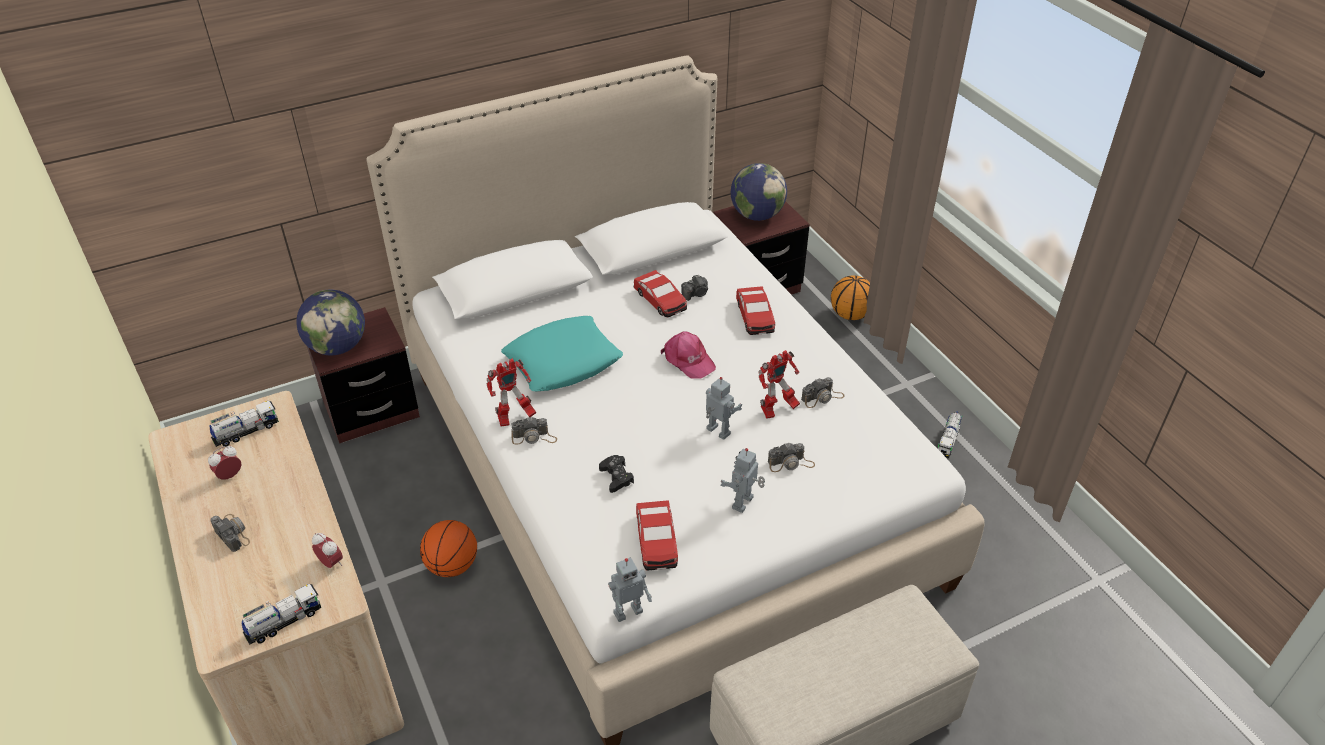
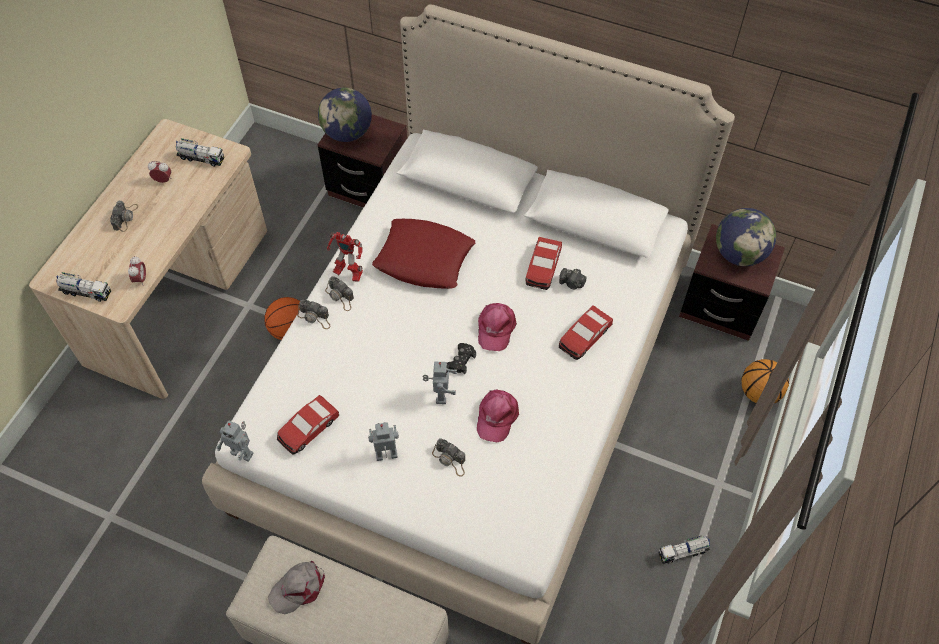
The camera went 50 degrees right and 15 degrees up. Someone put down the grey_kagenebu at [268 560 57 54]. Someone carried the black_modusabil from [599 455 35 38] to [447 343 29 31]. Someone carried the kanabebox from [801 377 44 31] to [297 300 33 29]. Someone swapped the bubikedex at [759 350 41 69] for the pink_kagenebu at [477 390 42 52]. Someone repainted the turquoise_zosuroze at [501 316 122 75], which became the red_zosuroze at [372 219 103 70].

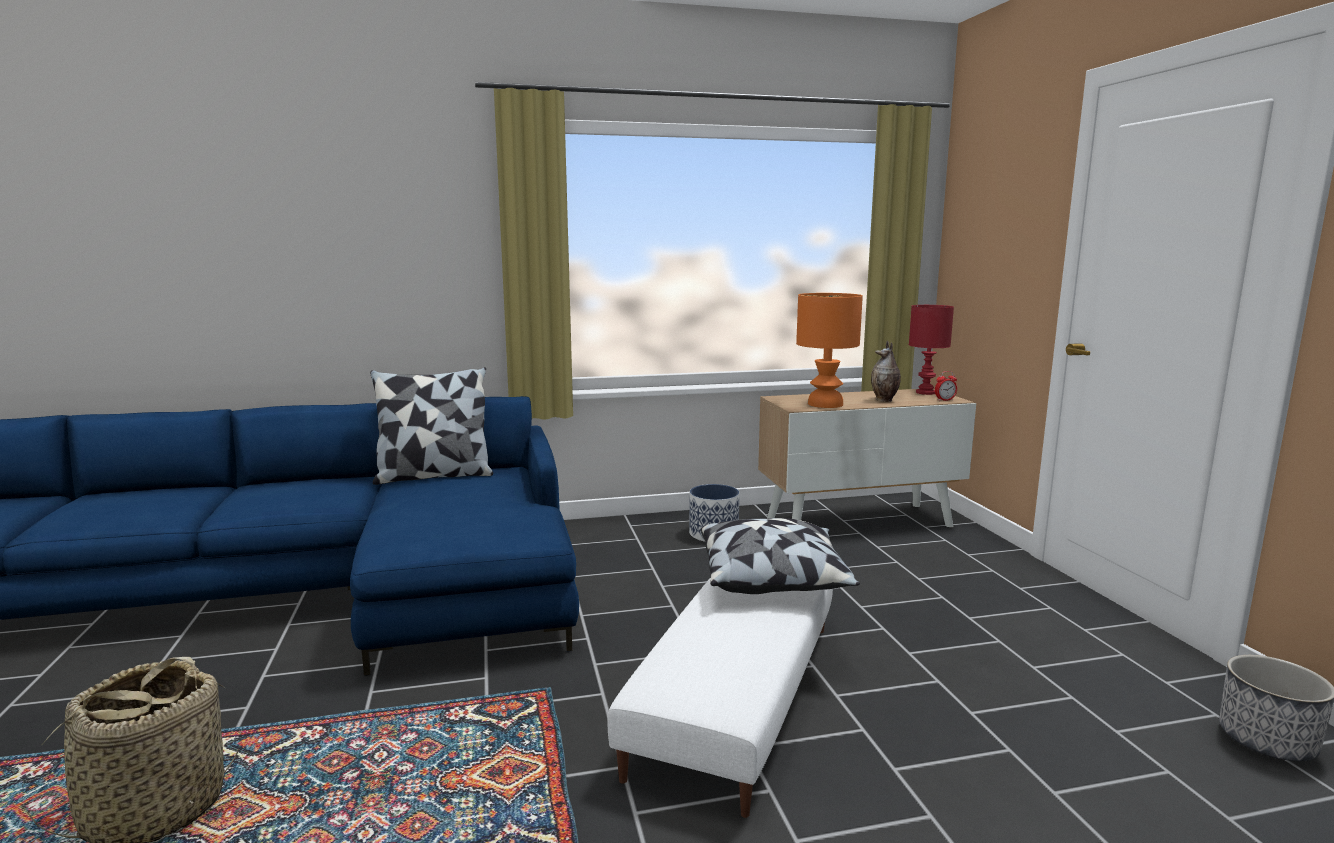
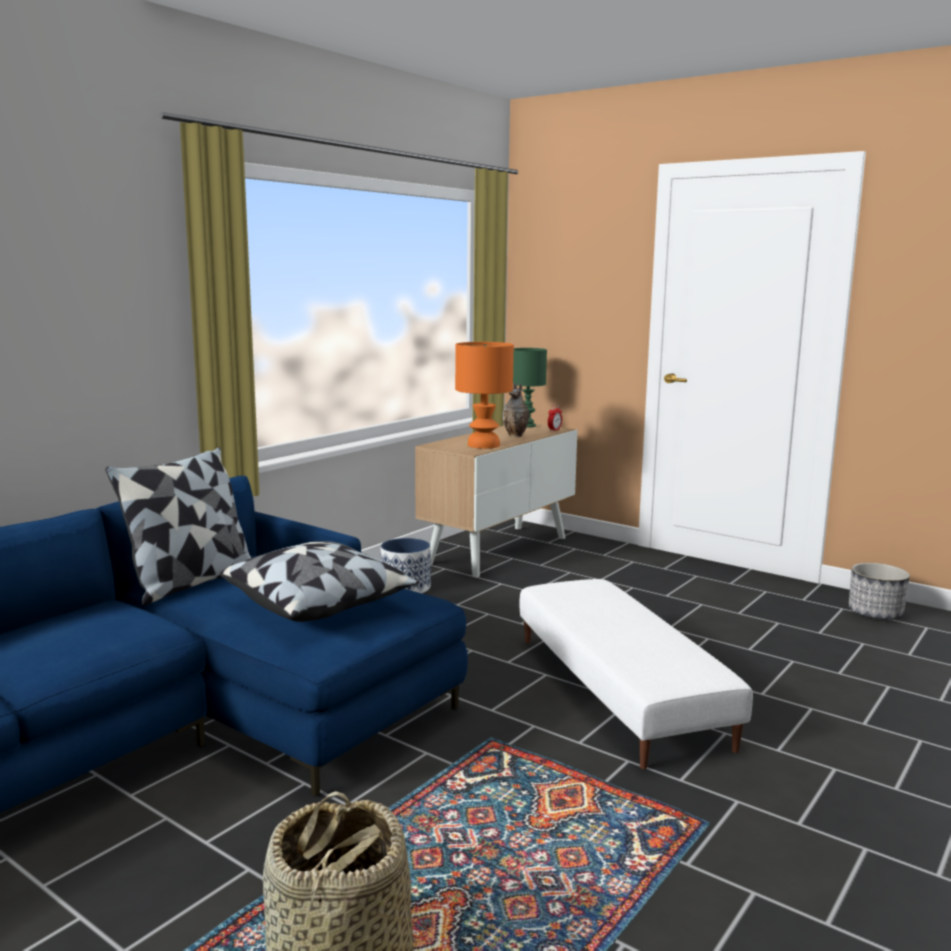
The camera went 40 degrees left and 0 degrees up. Someone carried the zosuroze from [701 518 159 76] to [220 541 199 81]. Someone repainted the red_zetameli at [909 305 45 90], which became the green_zetameli at [513 348 34 80].

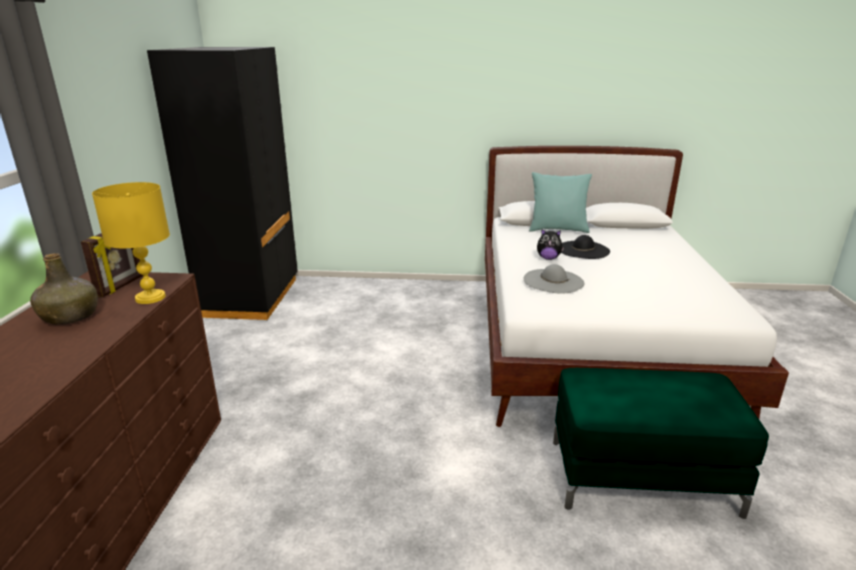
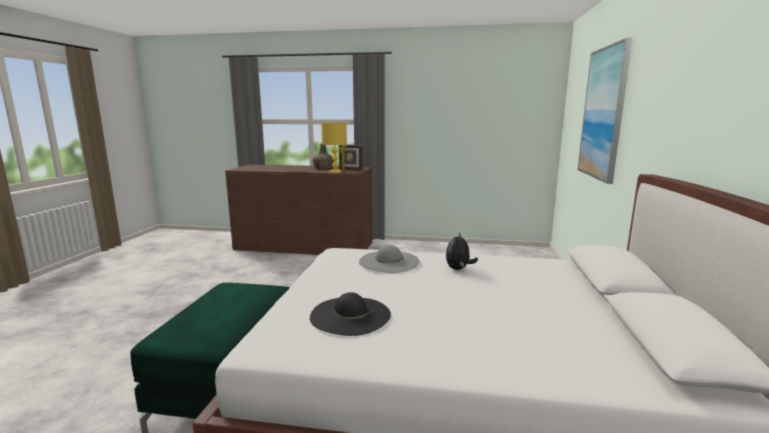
The camera went 95 degrees right and 10 degrees down. Someone took away the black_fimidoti at [147 47 151 273]. Someone took away the turquoise_zosuroze at [529 172 63 61]. Someone put up the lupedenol at [578 37 55 147]. Someone carried the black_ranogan from [561 235 49 24] to [310 292 81 44].

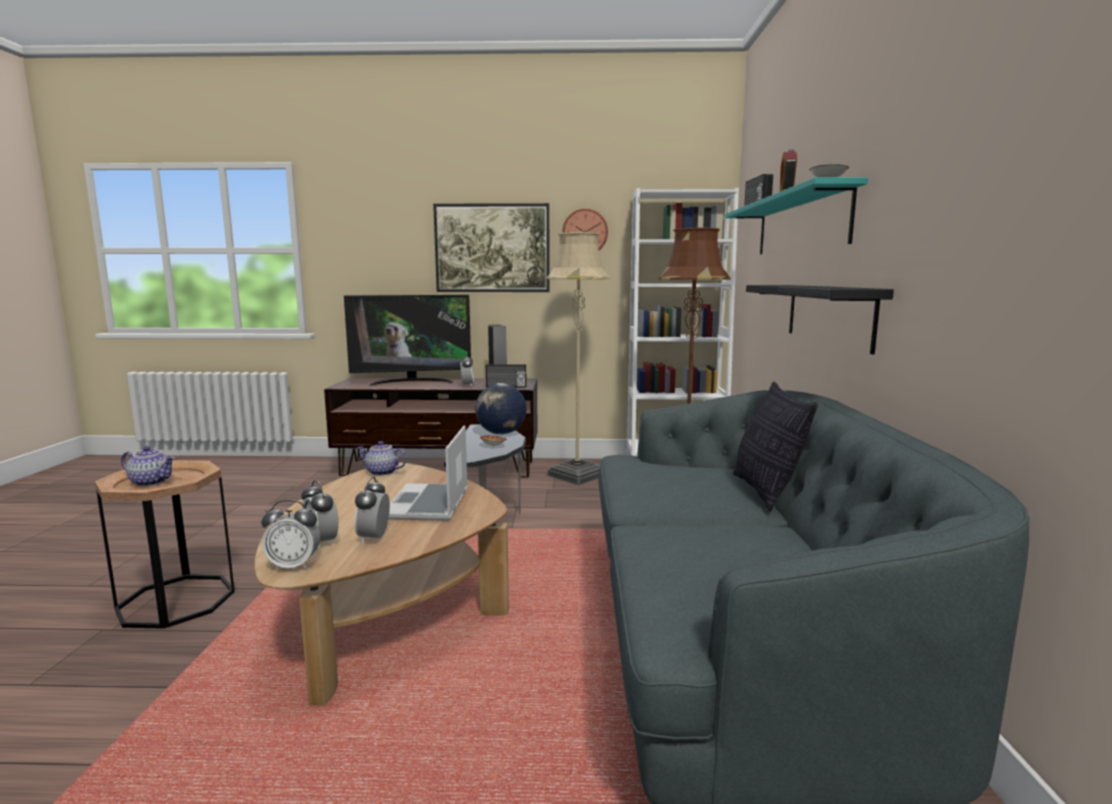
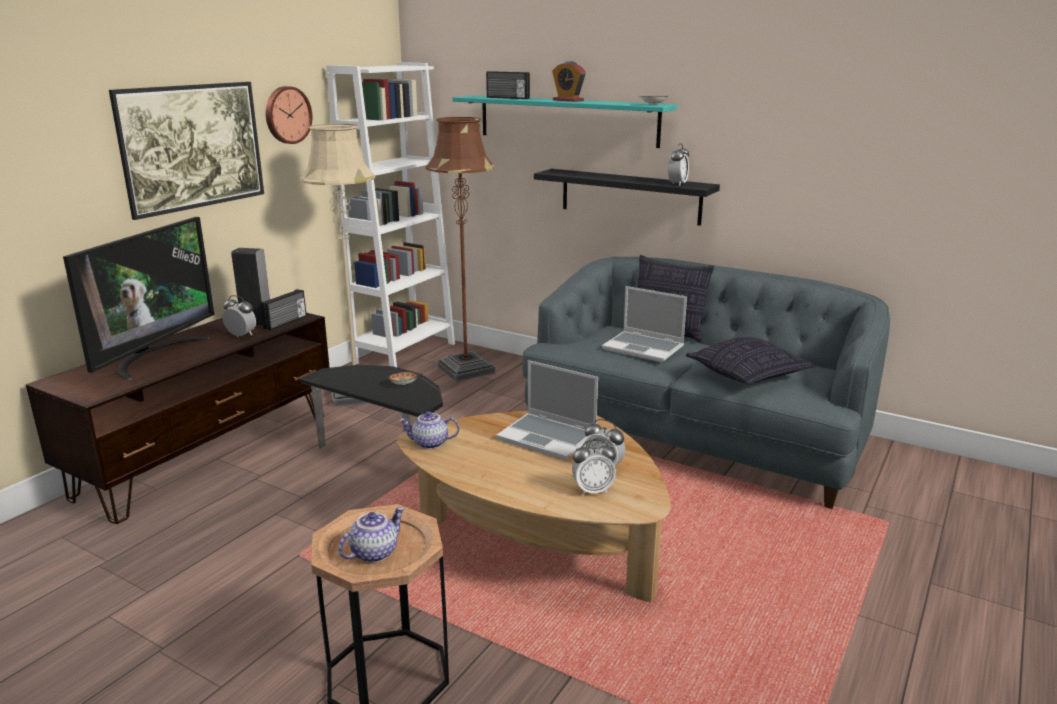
The camera went 60 degrees left and 10 degrees up. Someone took away the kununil at [475 383 52 52]. Someone put down the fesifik at [602 286 85 76]. Someone put down the zosuroze at [686 337 129 47]. Someone carried the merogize from [261 500 59 70] to [668 143 21 43]. Someone rotated the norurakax at [358 441 49 35] by 45 degrees clockwise.

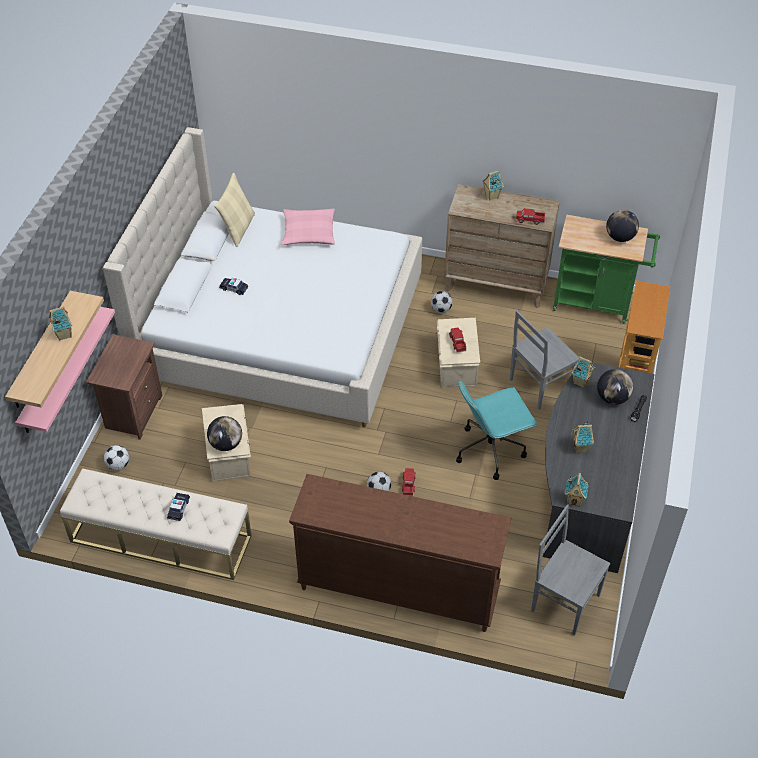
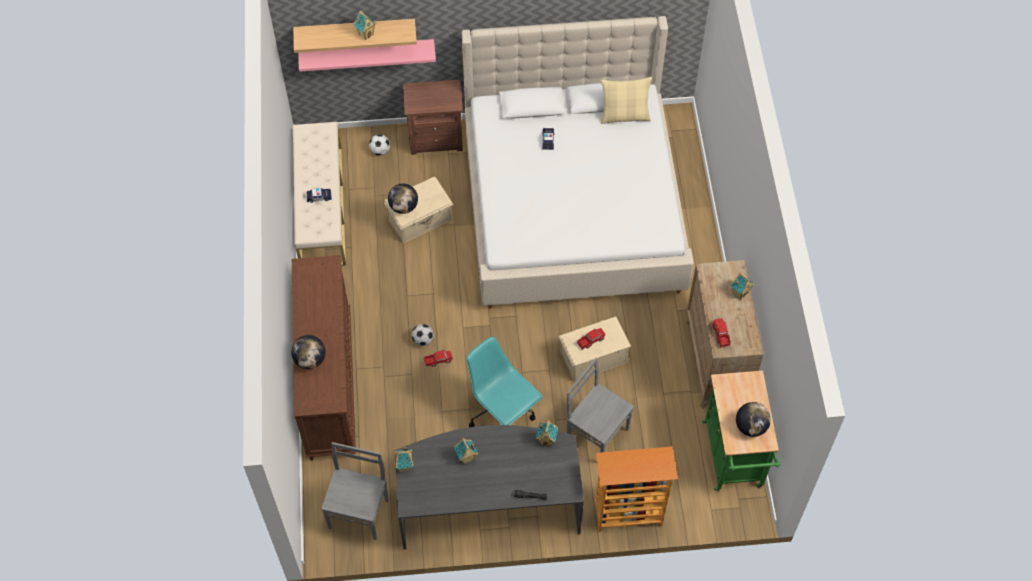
The camera went 70 degrees right and 10 degrees up. Someone took away the pink_zosuroze at [281 209 54 36]. Someone took away the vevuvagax at [431 291 21 22]. Someone carried the kununil from [597 369 36 36] to [291 335 35 34].

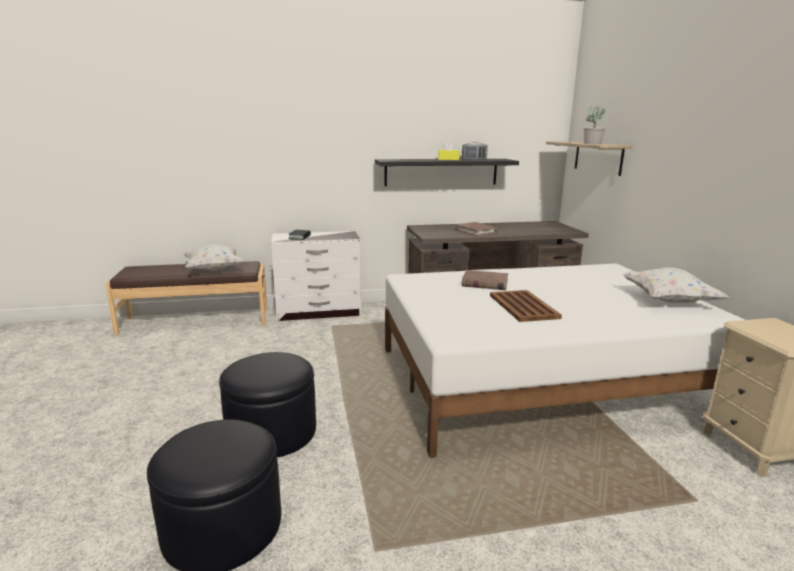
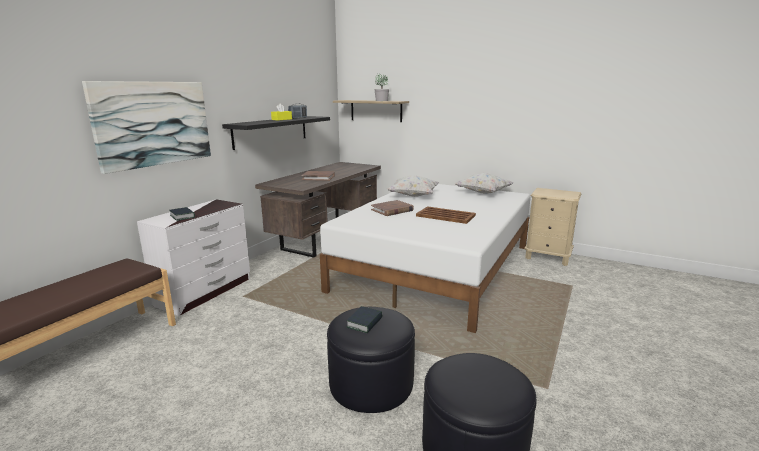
The camera went 50 degrees left and 0 degrees up. Someone put up the lupedenol at [82 81 129 93]. Someone put down the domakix at [346 306 36 27]. Someone carried the white_zosuroze from [183 244 61 26] to [387 175 52 22].

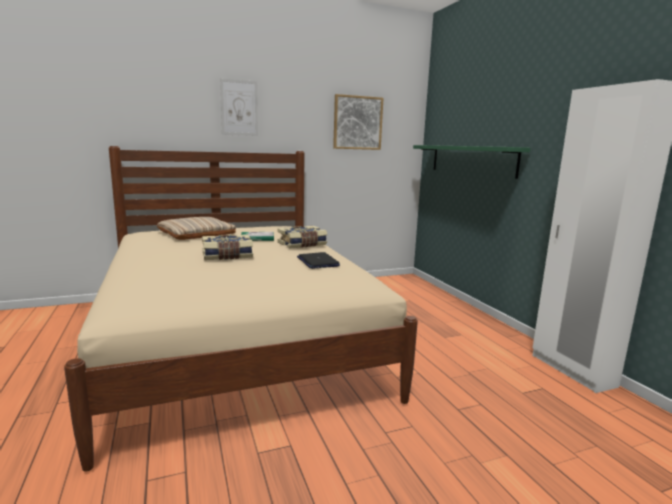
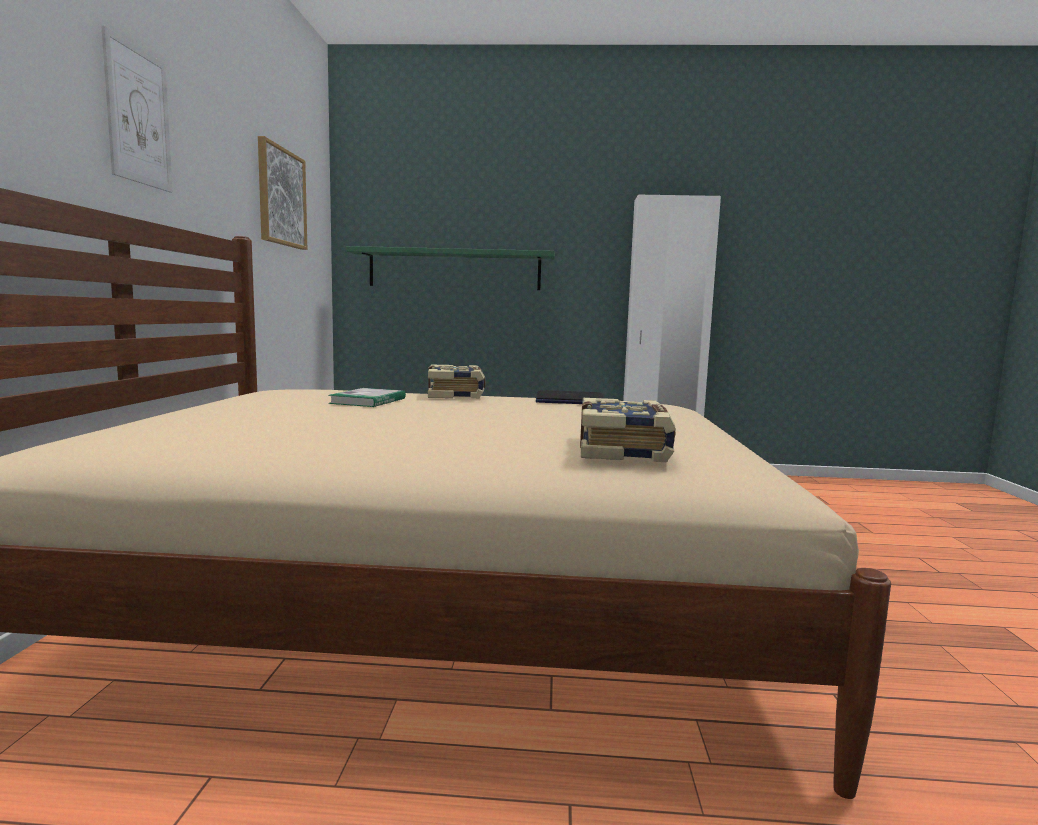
The camera went 65 degrees left and 5 degrees down. Someone took away the beige_zosuroze at [157 217 79 23]. Someone carried the domakix from [202 235 51 25] to [580 398 96 64].

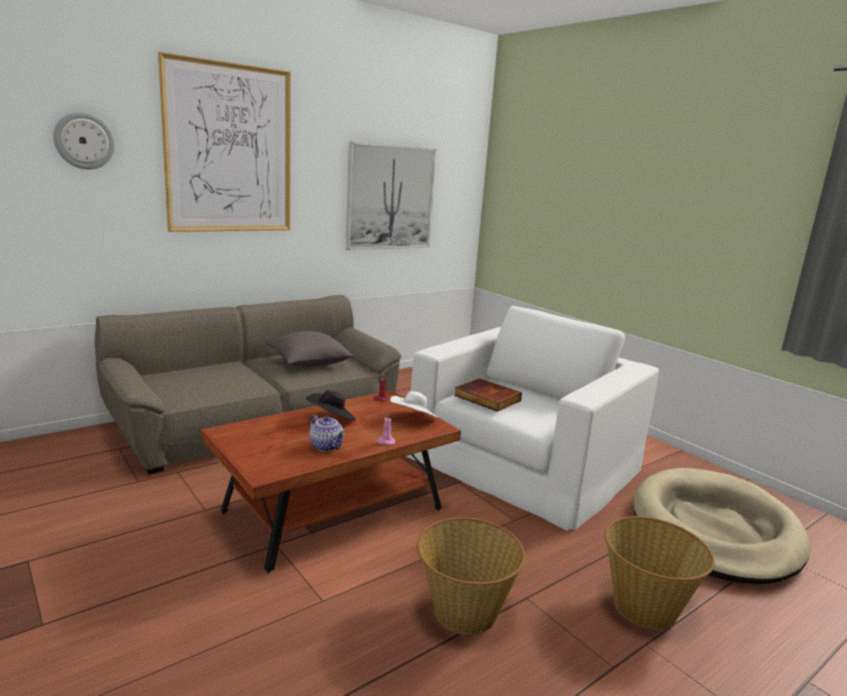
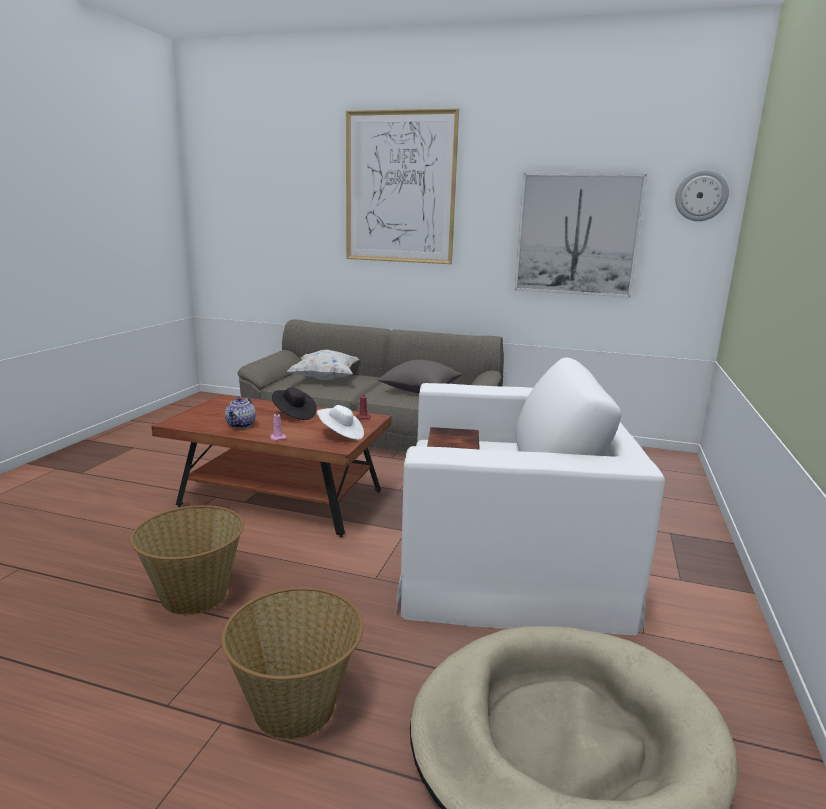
The camera went 55 degrees right and 0 degrees up. Someone put down the white_zosuroze at [287 350 72 30]. Someone carried the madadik from [53 112 62 57] to [675 170 54 51].

